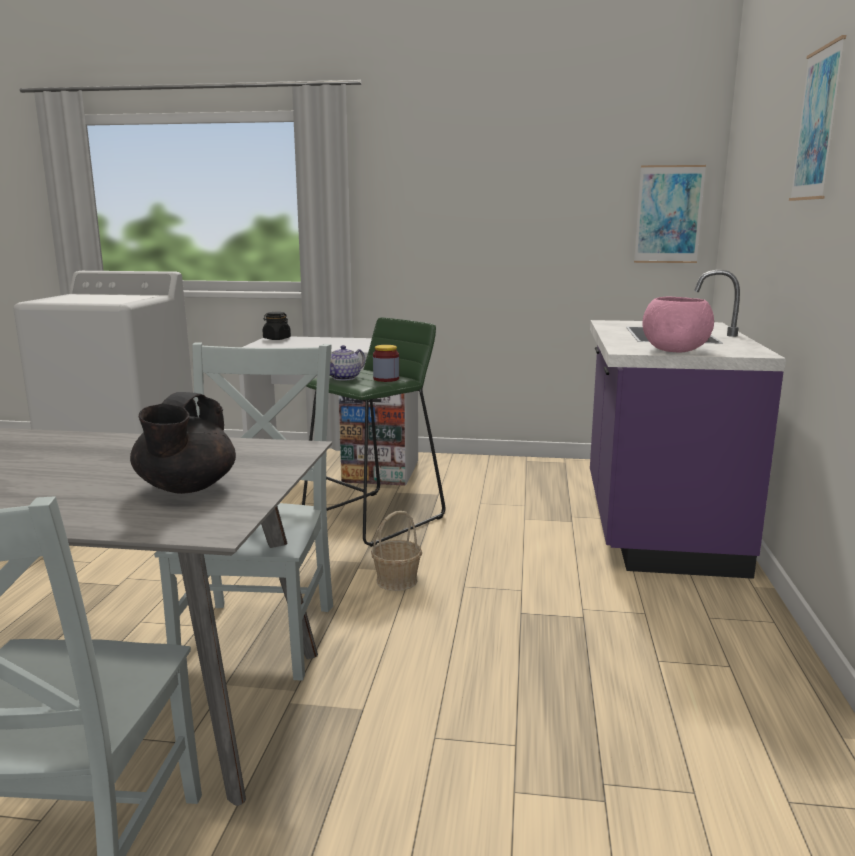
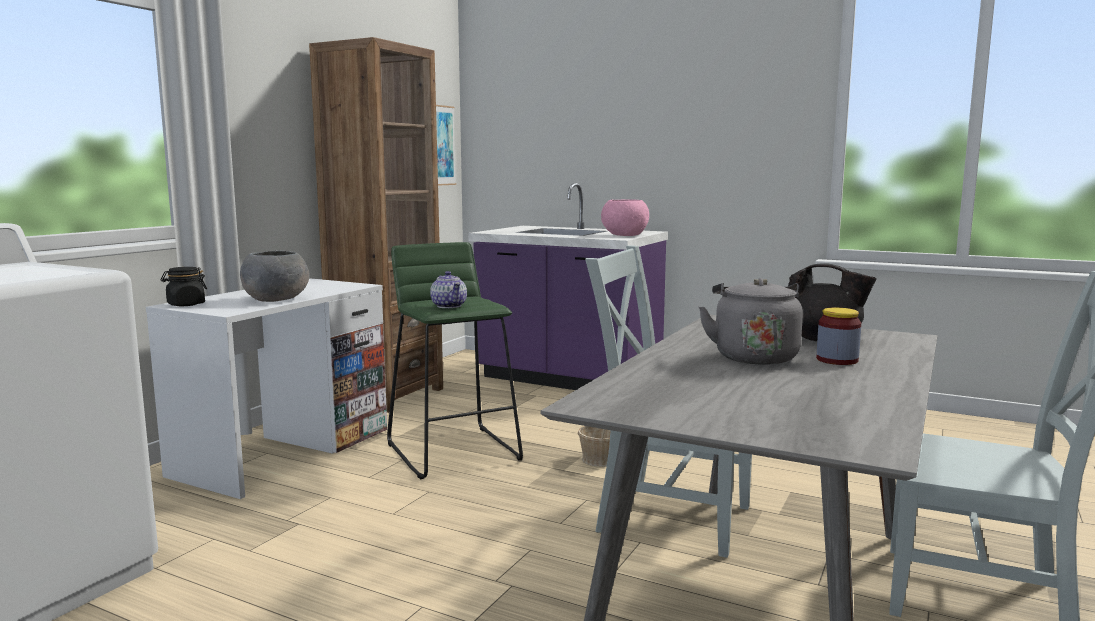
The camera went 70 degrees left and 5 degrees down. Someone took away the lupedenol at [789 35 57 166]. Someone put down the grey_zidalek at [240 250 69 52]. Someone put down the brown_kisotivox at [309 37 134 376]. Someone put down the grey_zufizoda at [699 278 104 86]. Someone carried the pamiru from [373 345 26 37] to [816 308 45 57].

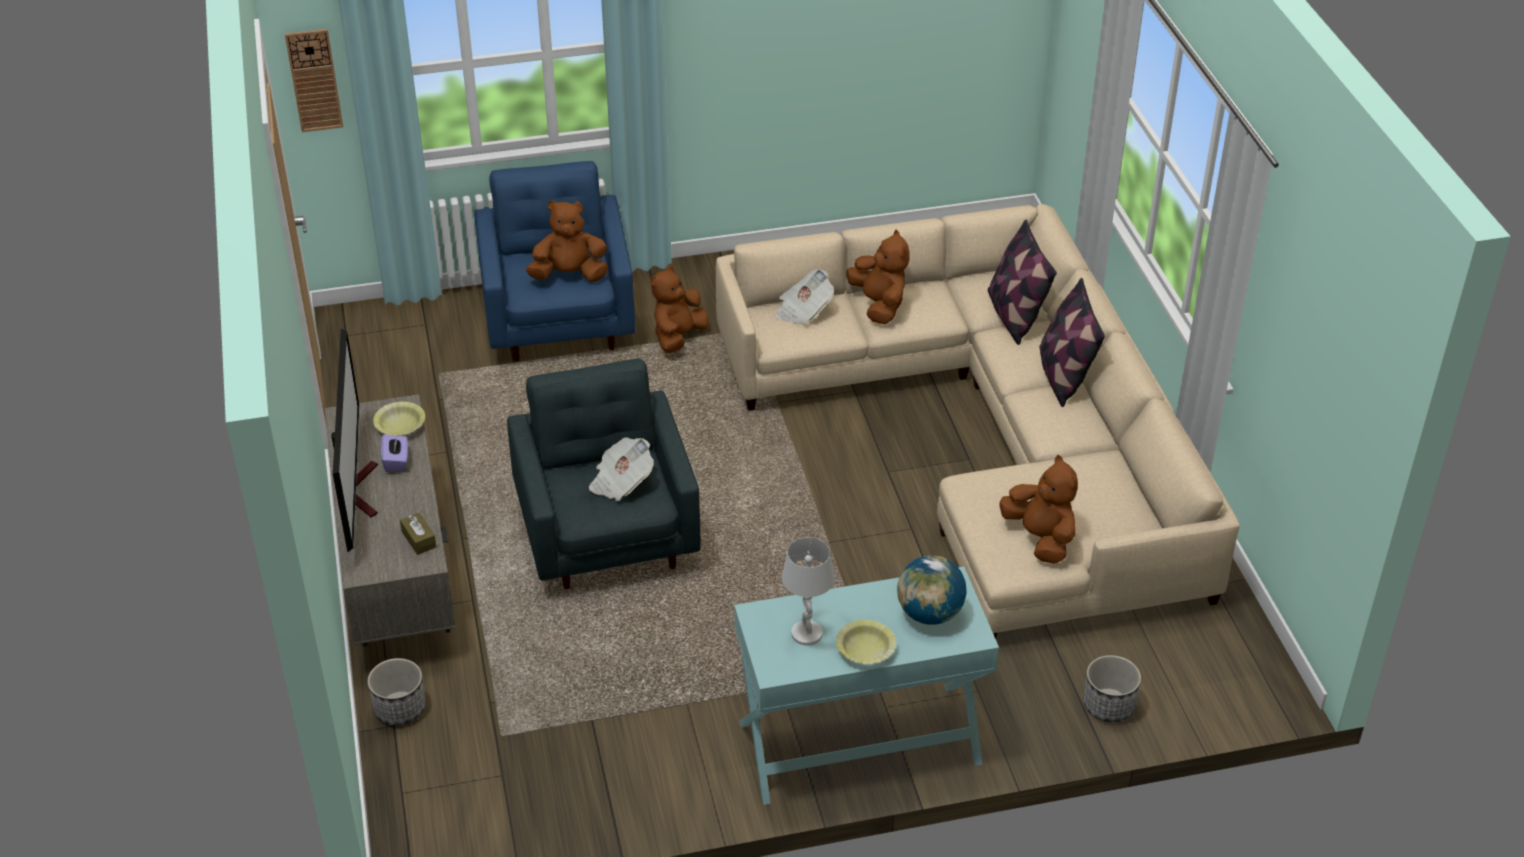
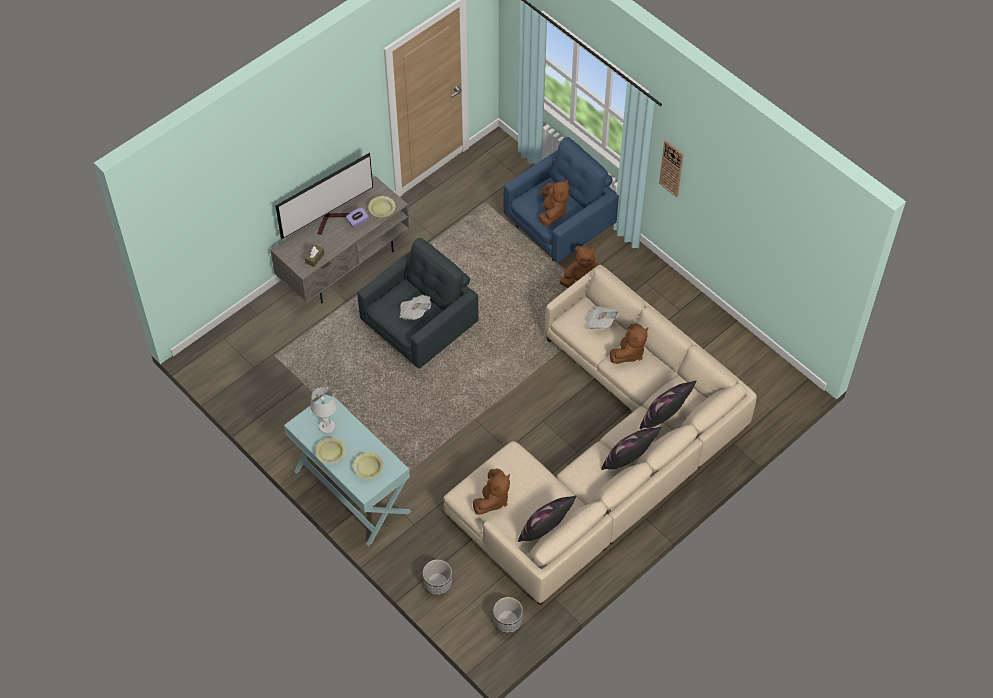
The camera went 60 degrees right and 15 degrees up. Someone put down the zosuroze at [518 495 59 47]. Someone carried the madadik from [285 29 58 103] to [659 140 25 57]. Someone carried the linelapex from [367 658 58 67] to [493 597 30 36]. Someone swapped the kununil at [897 555 69 70] for the yellow_zidalek at [353 452 31 27]. Someone rotated the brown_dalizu at [526 200 82 82] by 45 degrees clockwise.

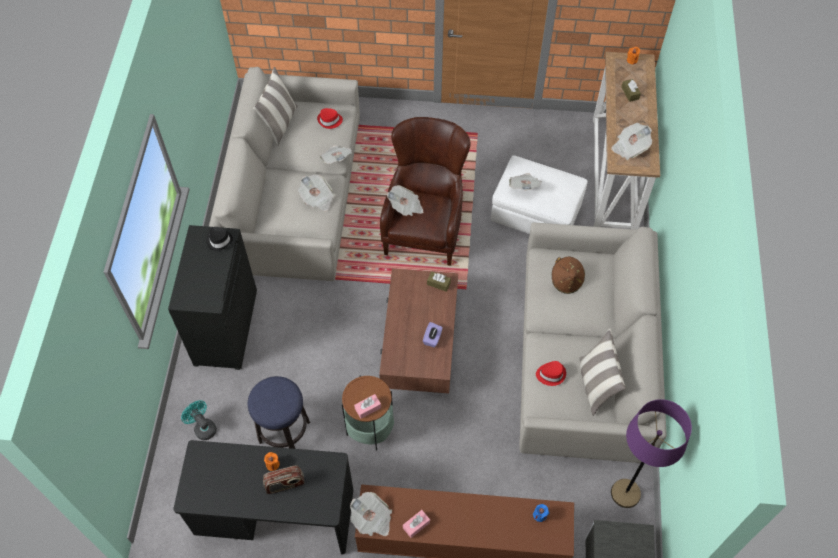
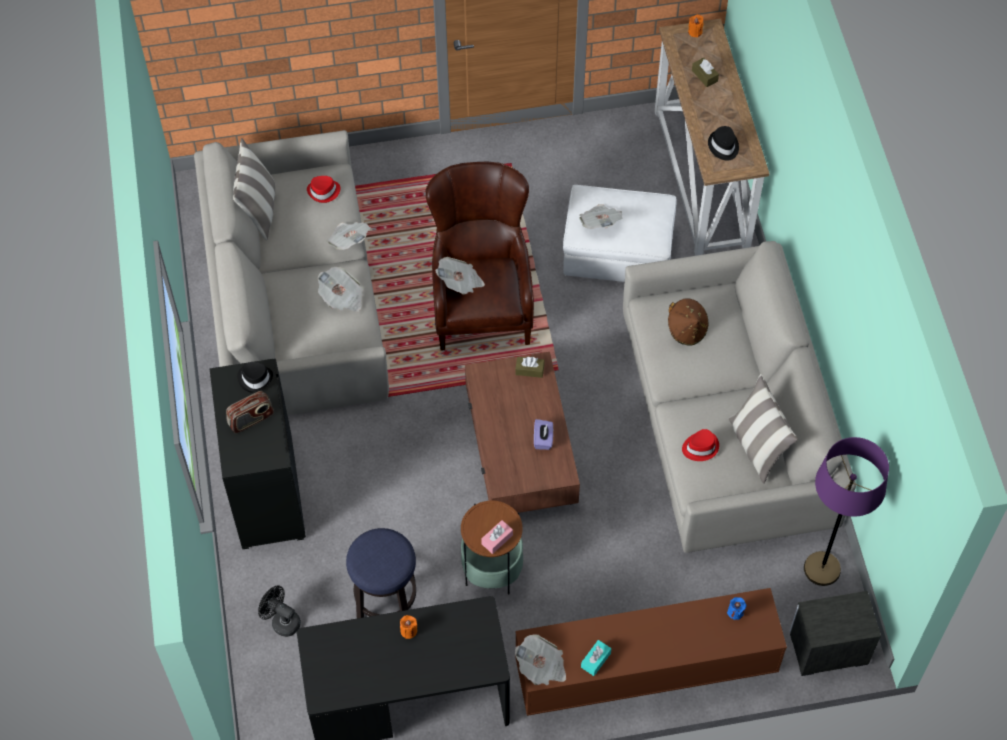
The camera went 15 degrees left and 0 degrees up. Someone carried the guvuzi from [263 465 42 29] to [226 391 48 43]. Someone swapped the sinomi at [611 123 41 37] for the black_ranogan at [708 126 31 35]. Someone repainted the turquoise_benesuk at [181 400 36 40], which became the black_benesuk at [258 586 43 51]. Someone repainted the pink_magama at [403 510 27 28], which became the turquoise_magama at [581 640 30 36].

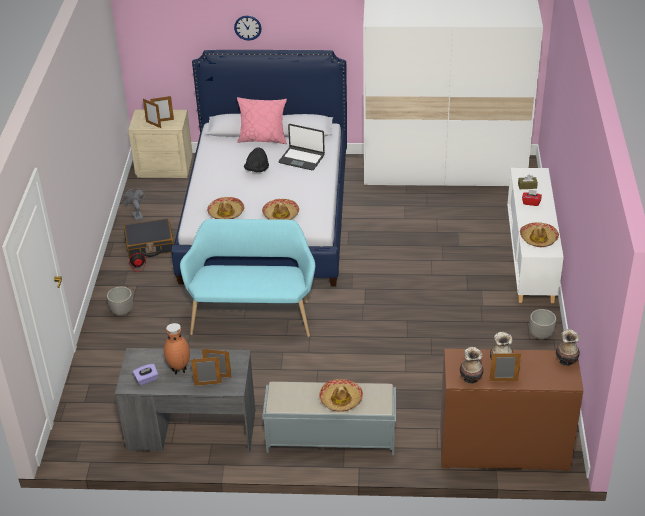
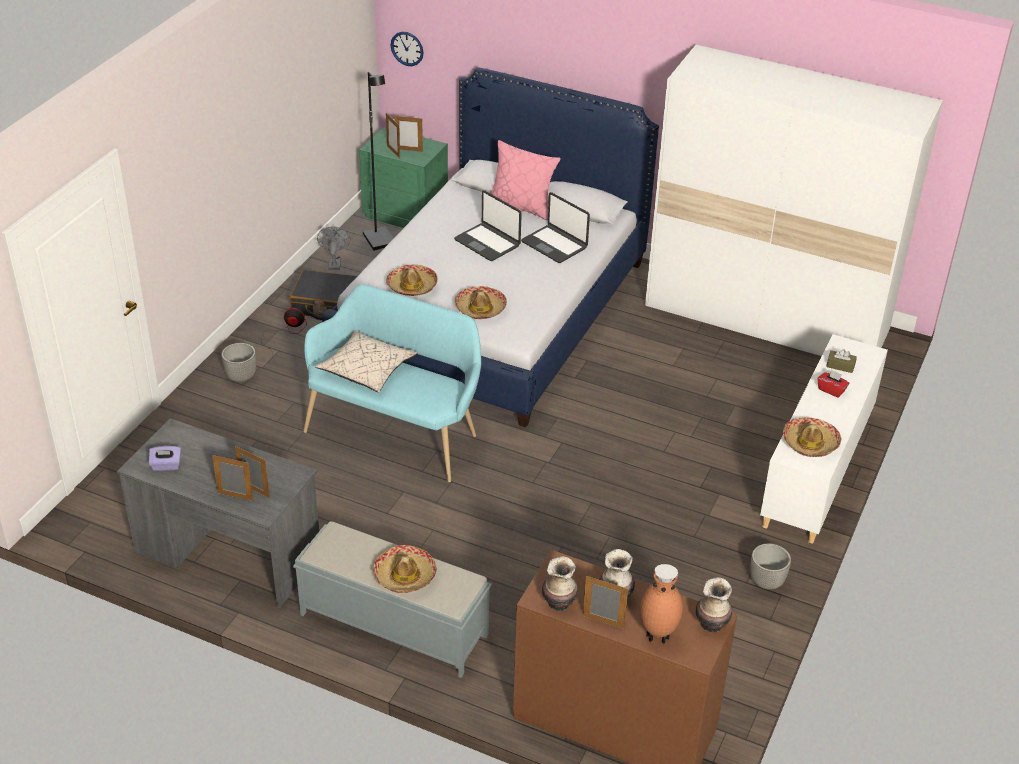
The camera went 20 degrees right and 0 degrees up. Someone put down the beige_zosuroze at [315 330 102 62]. Someone put down the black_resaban at [363 72 31 179]. Someone carried the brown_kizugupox from [164 323 26 51] to [640 564 43 80]. Someone carried the madadik from [234 16 27 25] to [391 32 33 34]. Someone swapped the black_ranogan at [244 148 25 24] for the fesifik at [454 190 68 71]. Someone repainted the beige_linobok at [128 109 65 69], which became the green_linobok at [359 127 89 101].

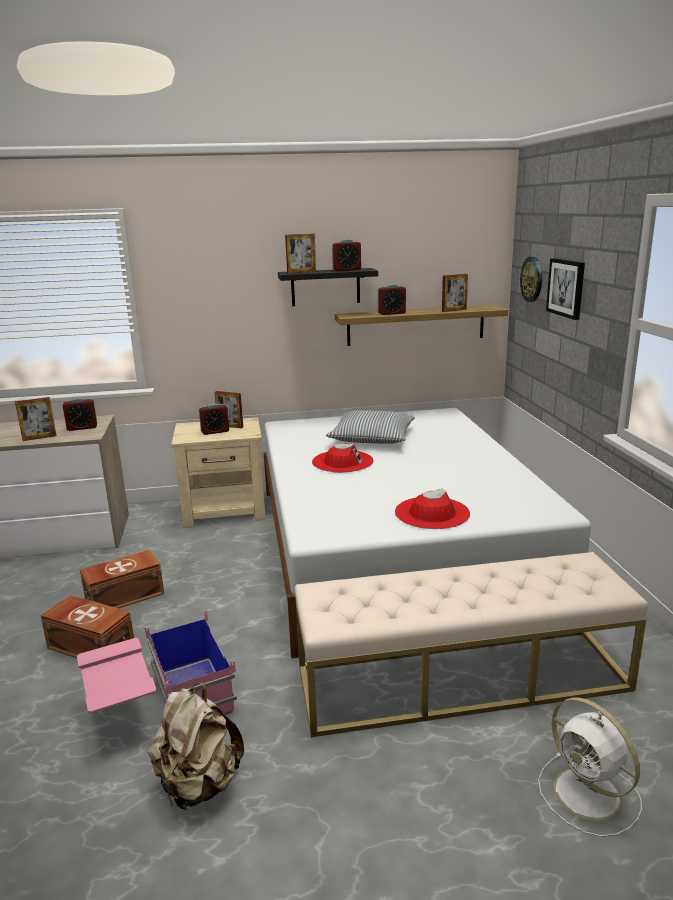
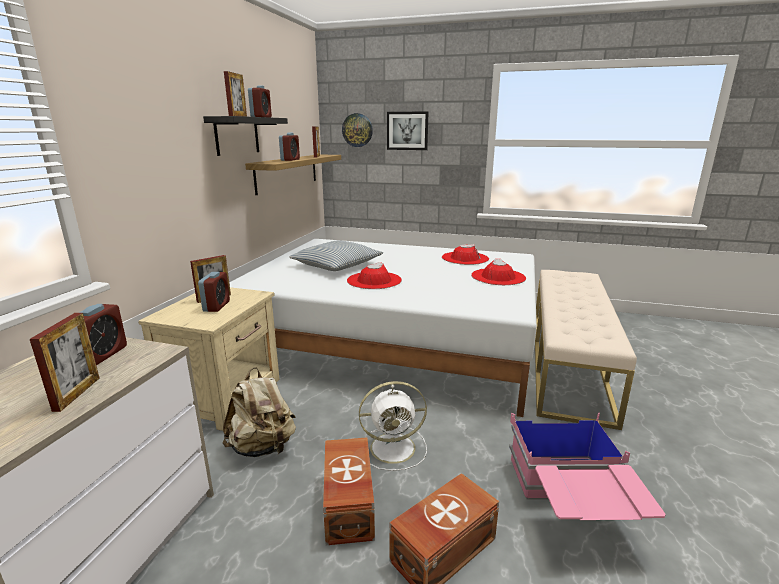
The camera went 65 degrees left and 0 degrees up. Someone put down the red_ranogan at [442 244 47 21]. Someone carried the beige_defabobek from [148 683 96 127] to [222 367 74 90]. Someone carried the white_benesuk from [538 698 104 139] to [359 381 68 90].

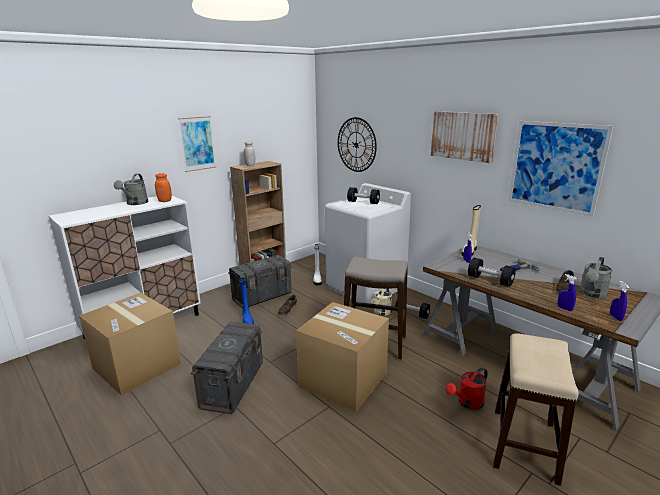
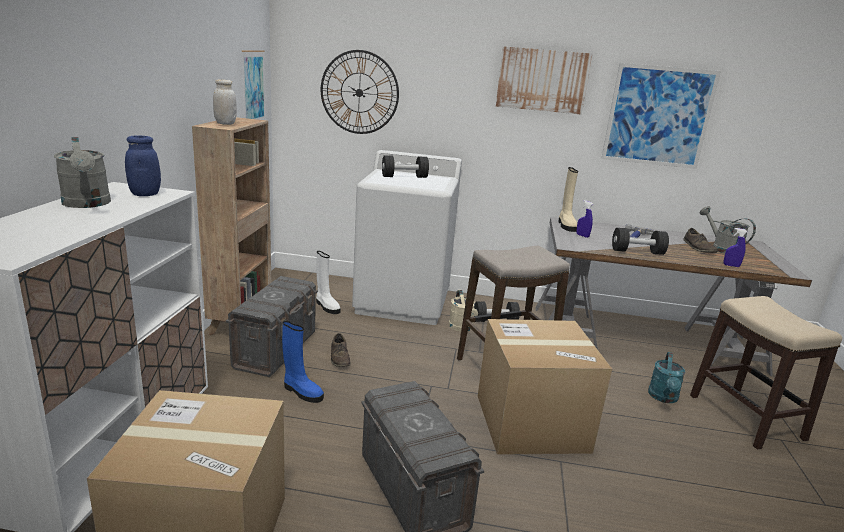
The camera went 40 degrees left and 0 degrees up. Someone took away the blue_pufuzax at [610 281 19 40]. Someone carried the lupedenol from [178 116 38 56] to [242 50 23 70]. Someone repainted the orange_pamiru at [155 173 17 29], which became the blue_pamiru at [125 136 36 60]. Someone repainted the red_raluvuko at [446 367 42 43], which became the turquoise_raluvuko at [648 352 37 51]. Someone rotated the grey_raluvuko at [579 257 34 41] by 150 degrees clockwise.

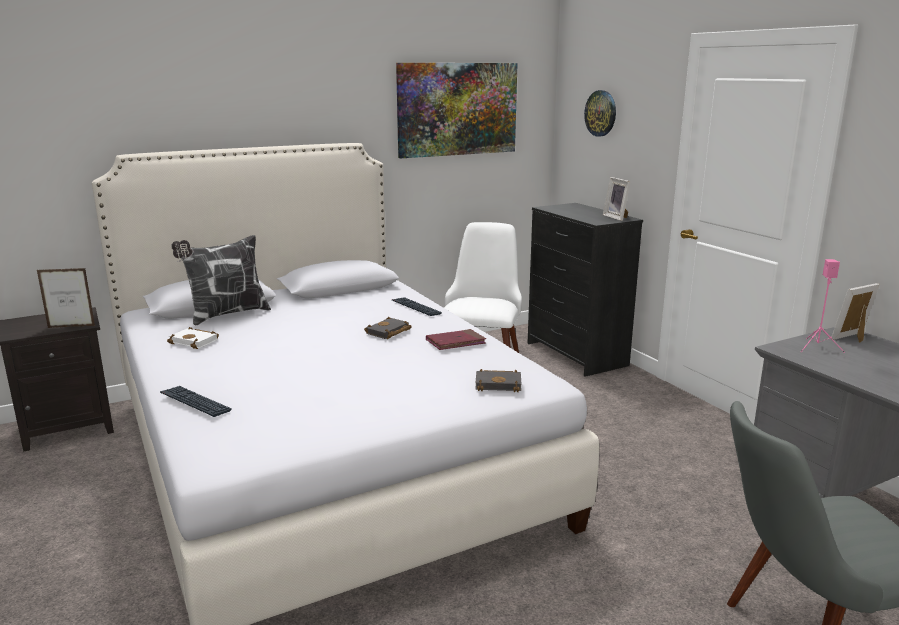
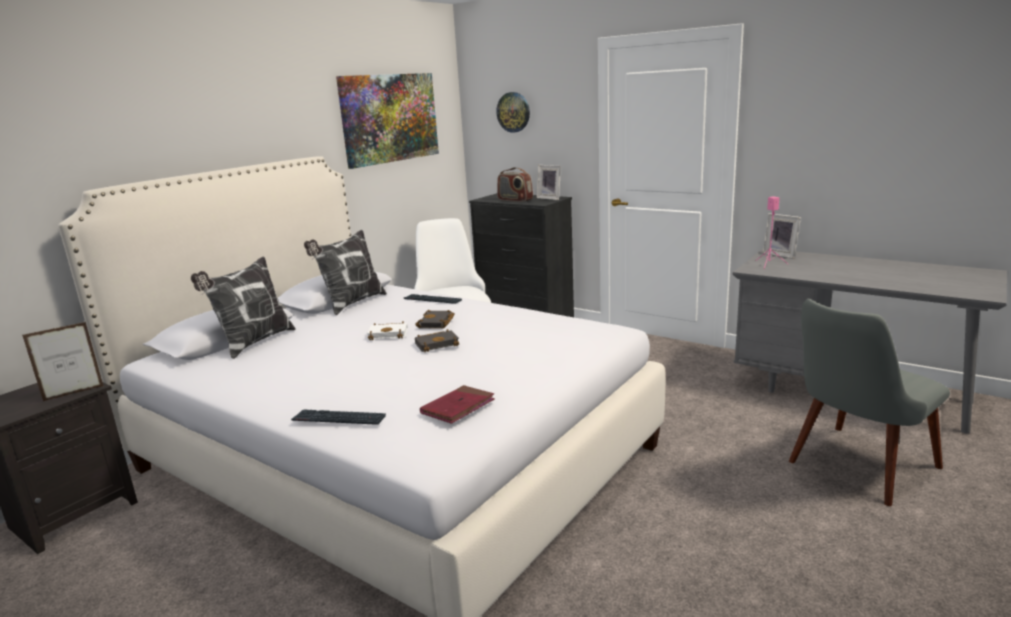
The camera went 25 degrees left and 0 degrees up. Someone put down the zosuroze at [304 230 83 85]. Someone put down the guvuzi at [497 167 36 35]. Someone carried the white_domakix from [167 327 52 22] to [367 322 41 18]. Someone carried the red_domakix from [426 329 60 21] to [420 385 75 39]. Someone carried the black_domakix from [475 369 47 23] to [415 329 44 23]. Someone rotated the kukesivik at [831 283 49 60] by 75 degrees counterclockwise.

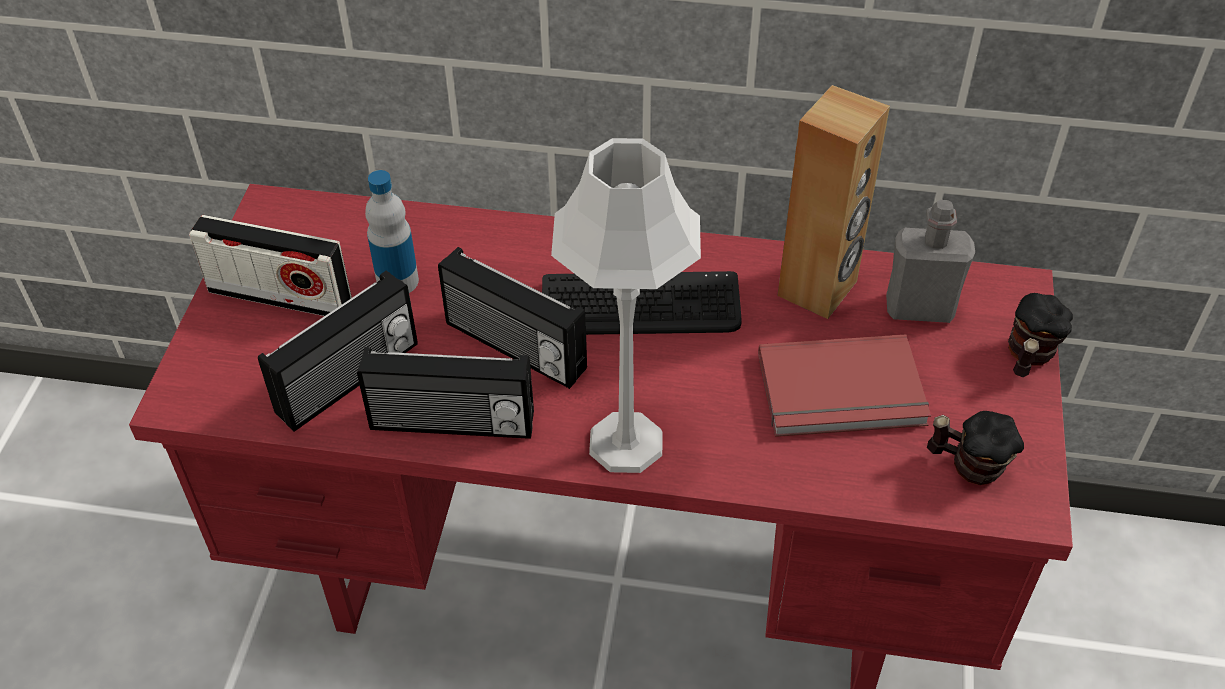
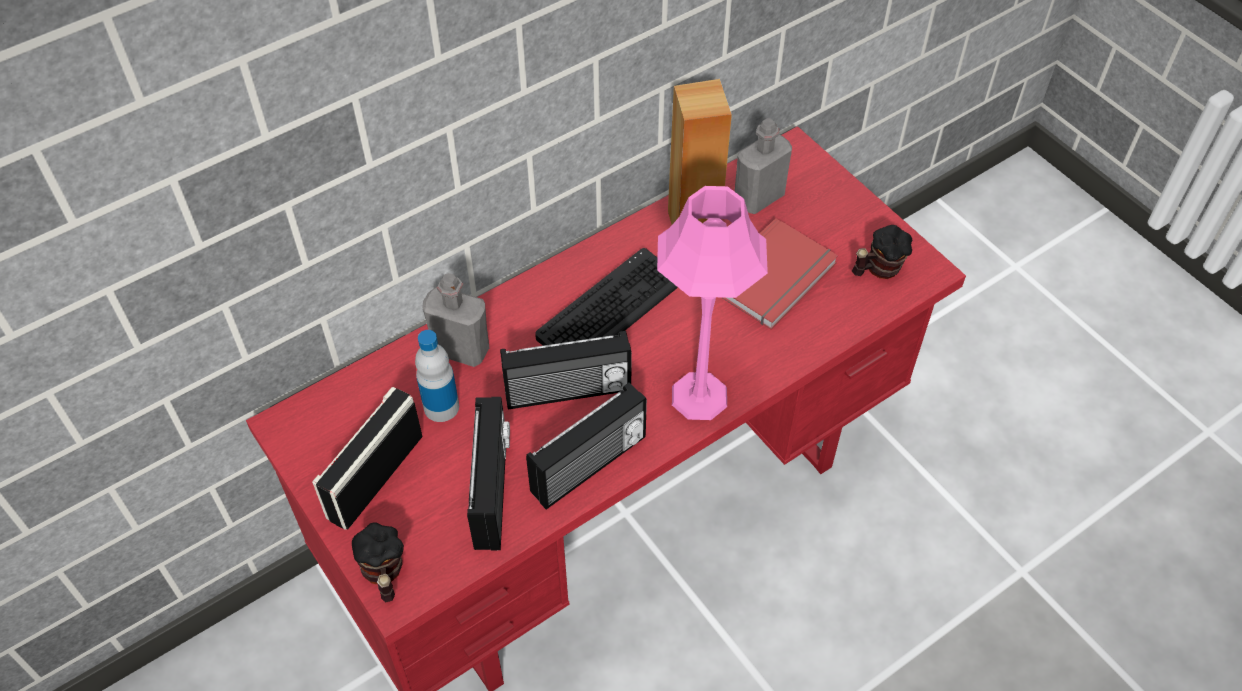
The camera went 45 degrees left and 5 degrees up. Someone put down the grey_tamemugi at [422 273 67 94]. Someone carried the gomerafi from [1008 293 65 84] to [352 522 52 81]. Someone repainted the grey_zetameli at [551 138 150 335], which became the pink_zetameli at [657 186 111 234]. Someone rotated the guvuzi at [189 215 163 101] by 150 degrees clockwise.

